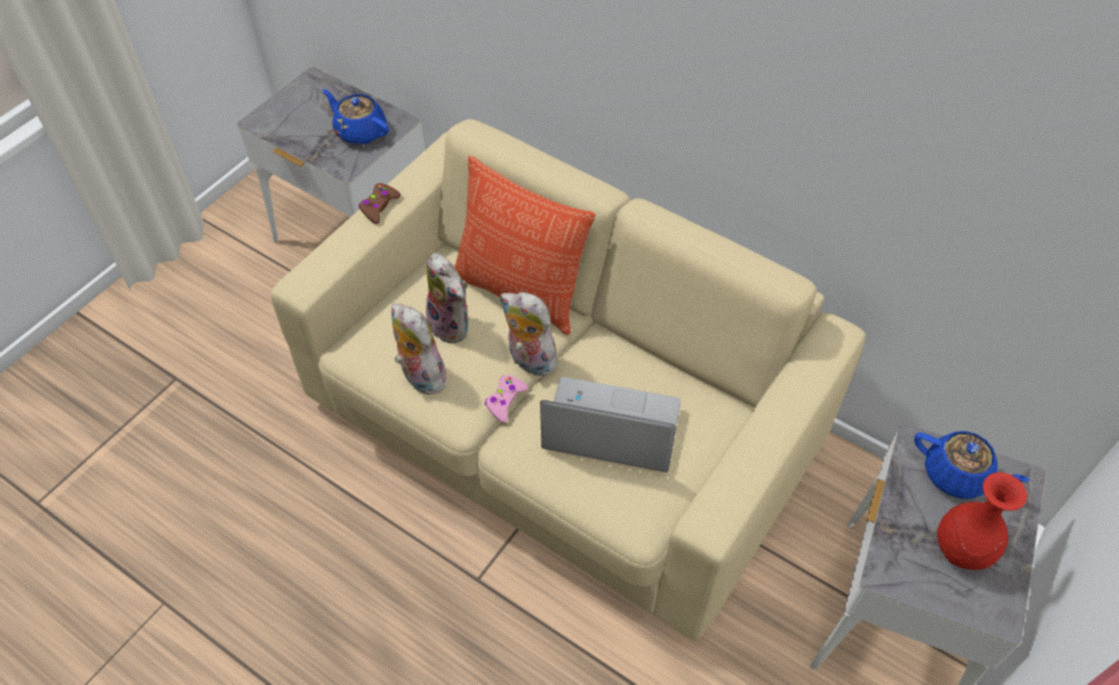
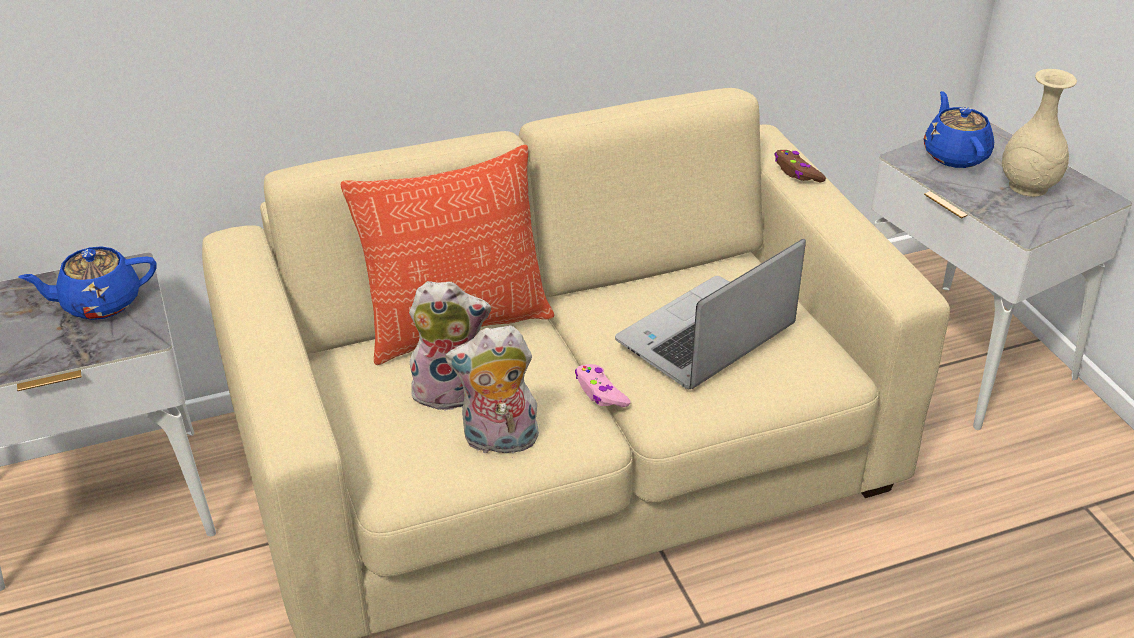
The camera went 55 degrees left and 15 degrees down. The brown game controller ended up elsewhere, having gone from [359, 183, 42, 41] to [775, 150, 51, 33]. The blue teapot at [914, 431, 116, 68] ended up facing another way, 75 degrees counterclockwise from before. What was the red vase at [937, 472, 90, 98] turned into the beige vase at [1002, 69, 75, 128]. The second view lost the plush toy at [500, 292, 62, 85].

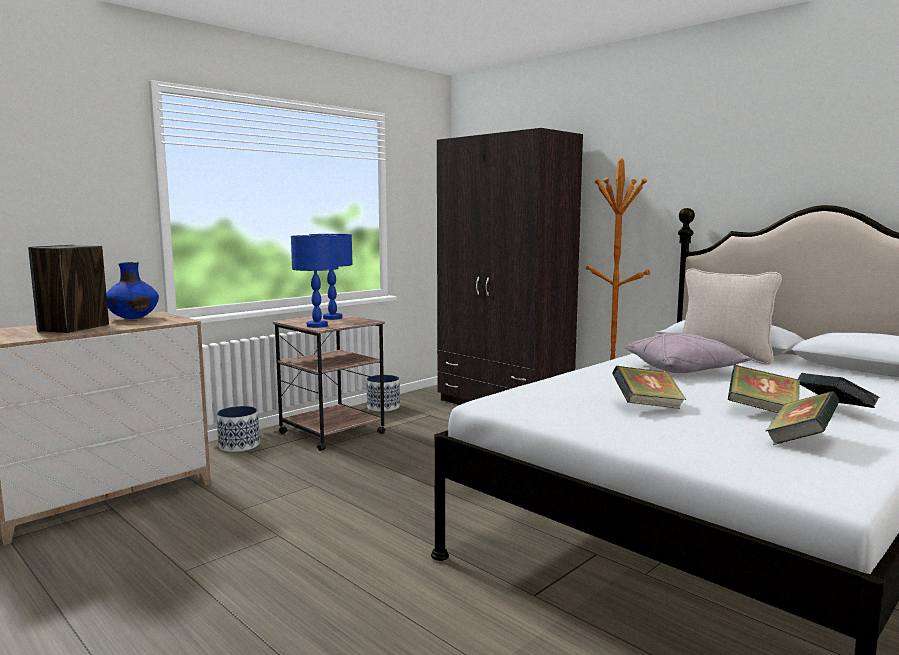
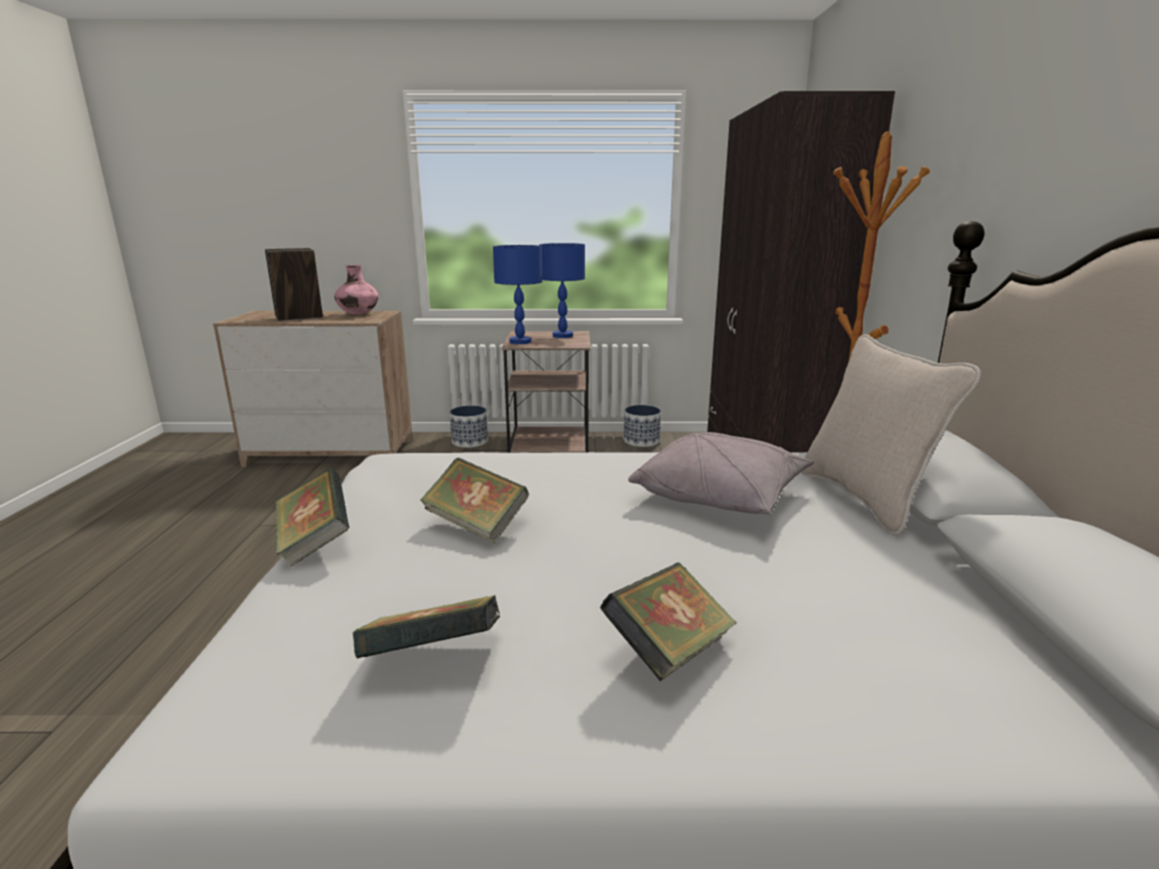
The camera went 45 degrees right and 10 degrees up. The book ended up elsewhere, having gone from [728, 365, 72, 48] to [276, 469, 74, 98]. What was the blue vase at [106, 262, 53, 57] turned into the pink vase at [334, 265, 45, 50].

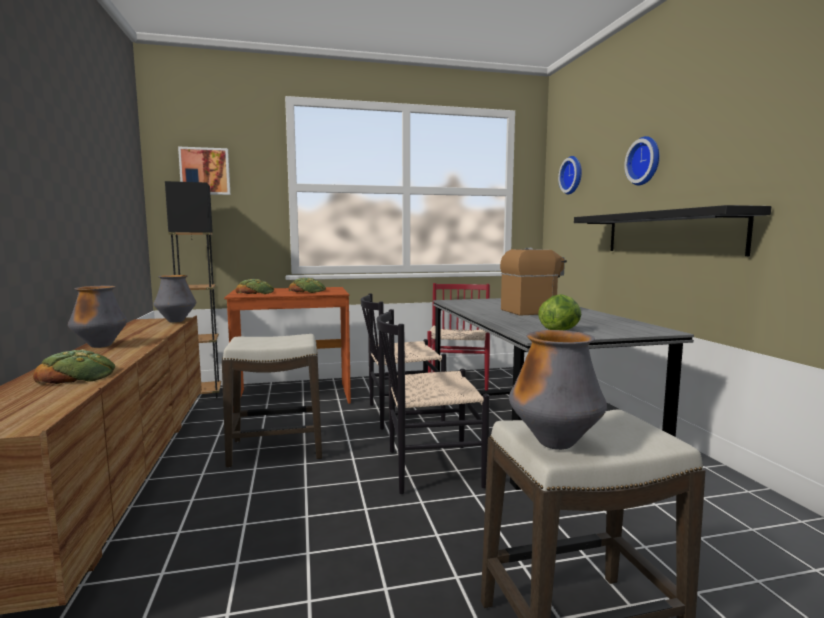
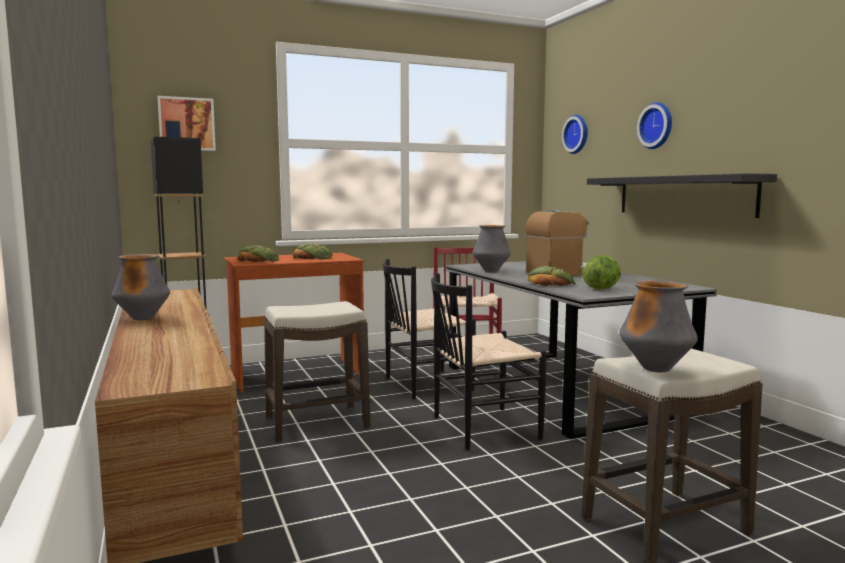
The camera went 10 degrees left and 0 degrees up. The vase ended up elsewhere, having gone from [153, 275, 43, 48] to [473, 225, 38, 47]. The bread ended up elsewhere, having gone from [33, 349, 82, 35] to [528, 266, 48, 20].

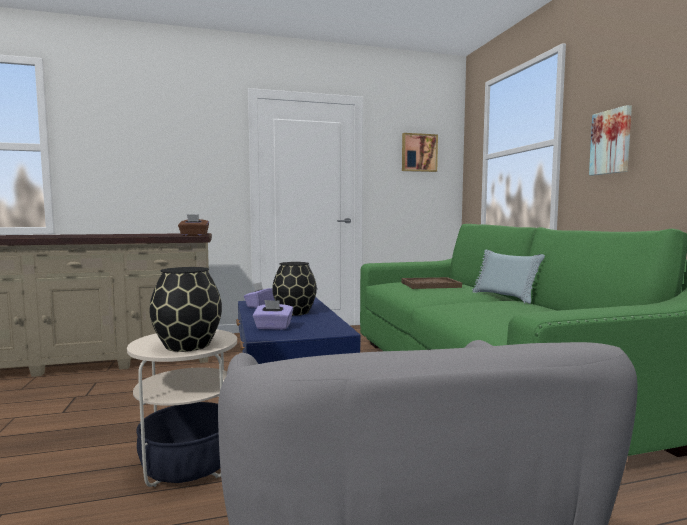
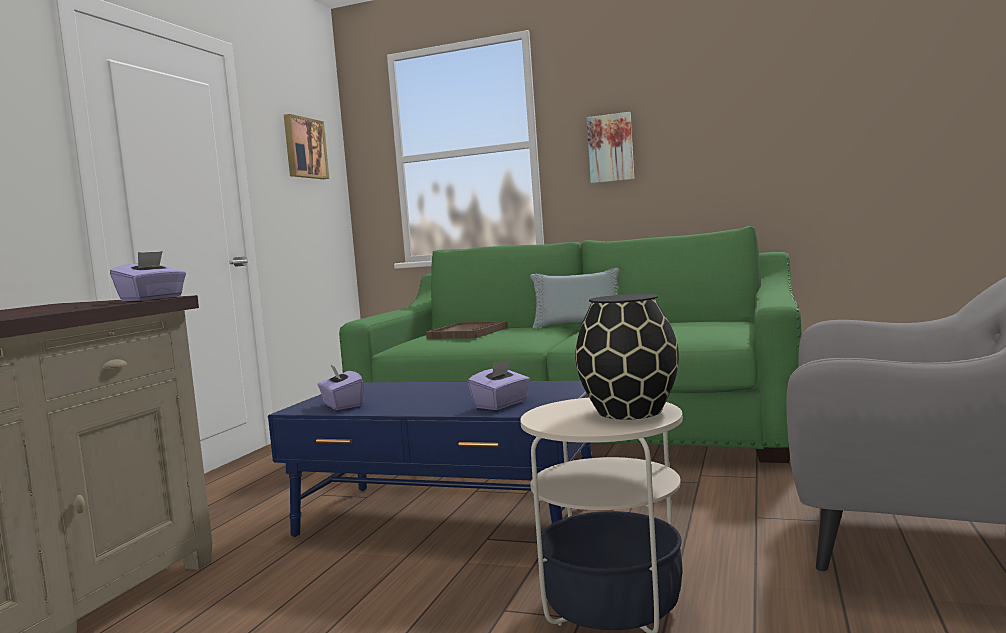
The camera went 55 degrees left and 0 degrees up. What was the brown tissue box at [178, 214, 31, 22] turned into the purple tissue box at [110, 251, 76, 50]. The second view lost the black vase at [272, 262, 45, 54].

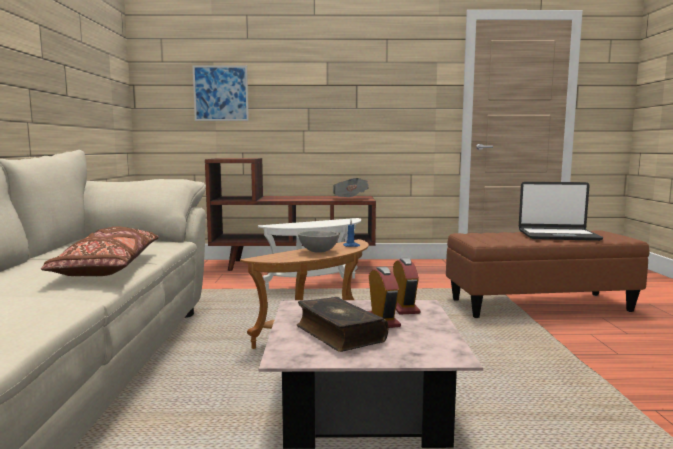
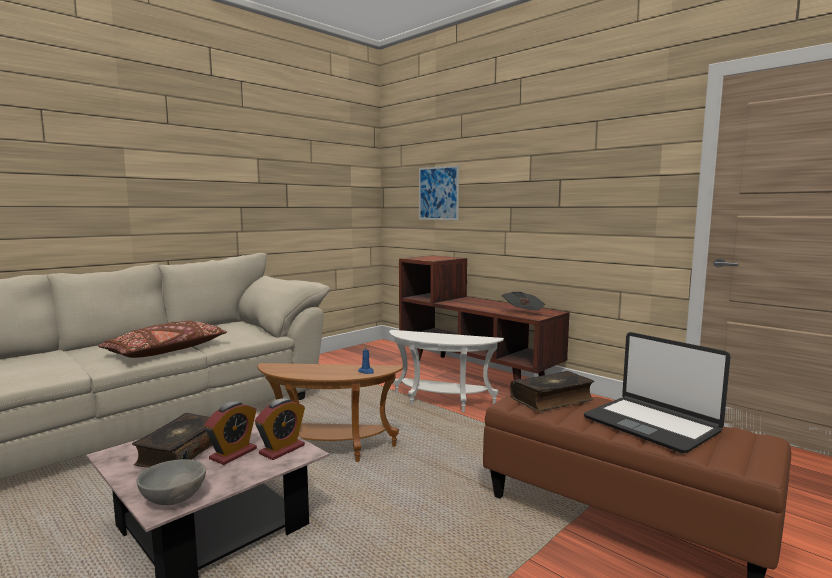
The camera went 45 degrees right and 0 degrees up. The grey bowl ended up elsewhere, having gone from [298, 231, 41, 22] to [136, 459, 70, 46]. The second view gained the book at [510, 371, 84, 41].

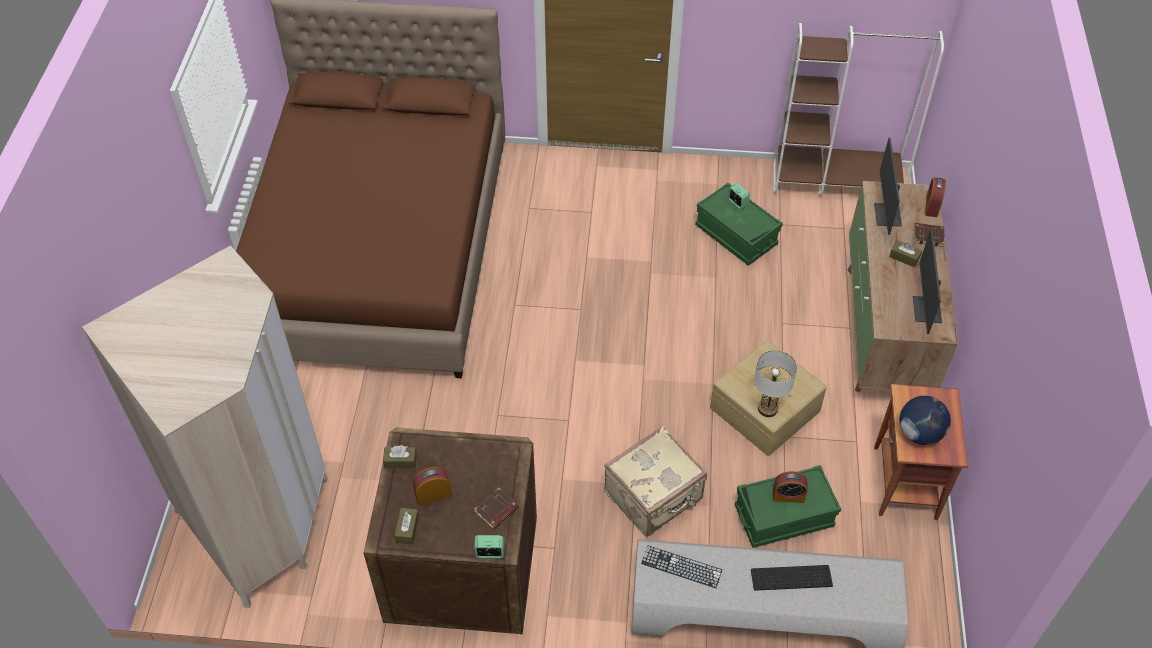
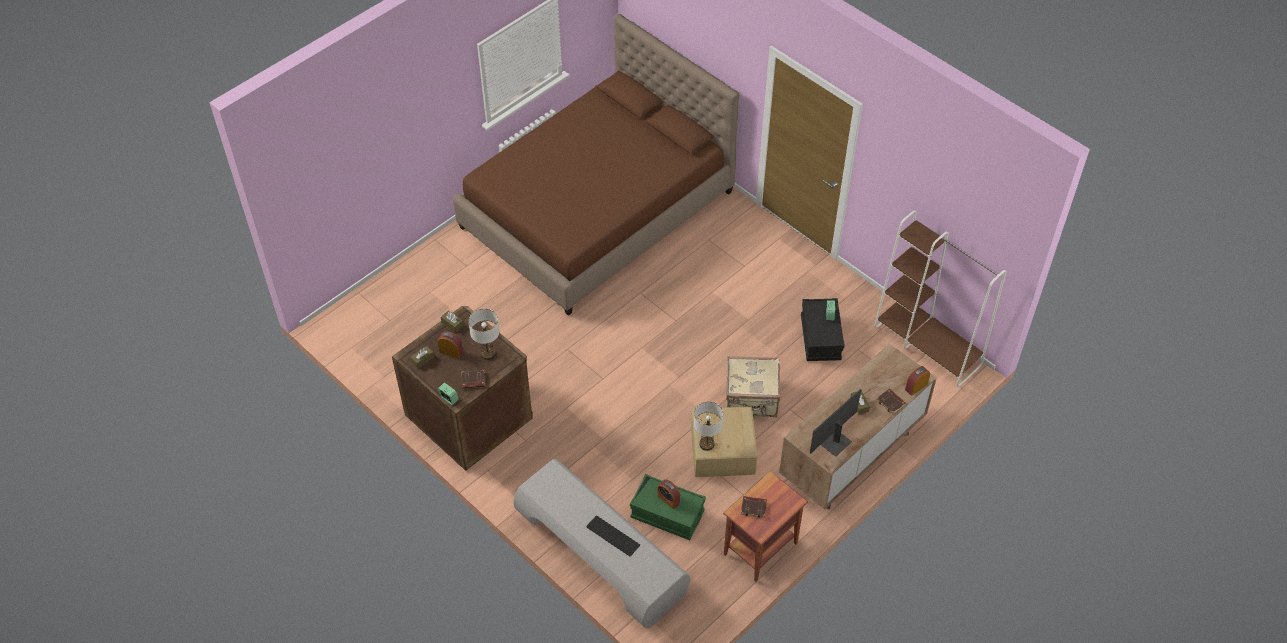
The camera went 40 degrees right and 0 degrees up. The second view gained the table lamp at [468, 309, 32, 51]. The beige suitcase ended up elsewhere, having gone from [604, 426, 103, 111] to [726, 356, 54, 61]. Where the globe stood at [900, 396, 51, 49], the brown book came to stand at [741, 496, 26, 22]. What was the green storage box at [695, 183, 88, 83] turned into the black storage box at [801, 298, 44, 63]. The second view lost the beige wardrobe at [82, 245, 246, 363]. The second view lost the keyboard at [641, 546, 81, 42]. The second view lost the monitor at [874, 137, 28, 98].

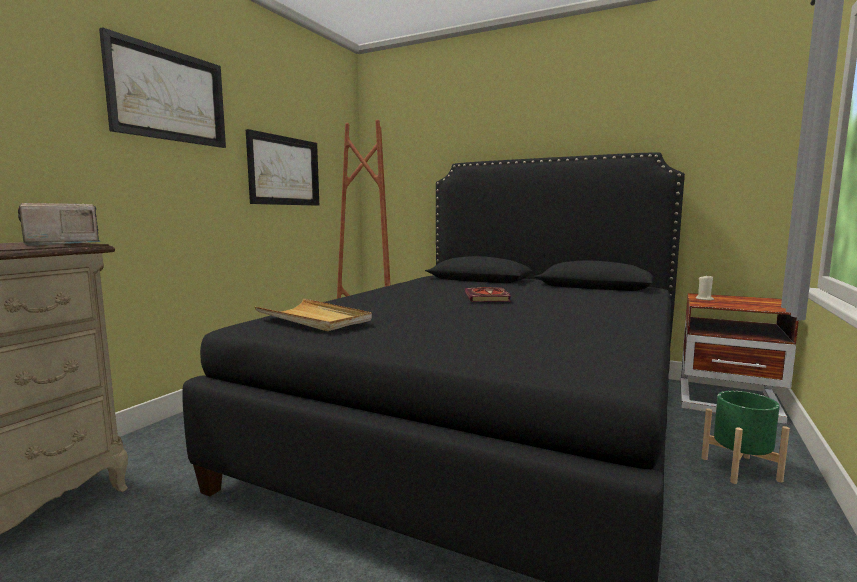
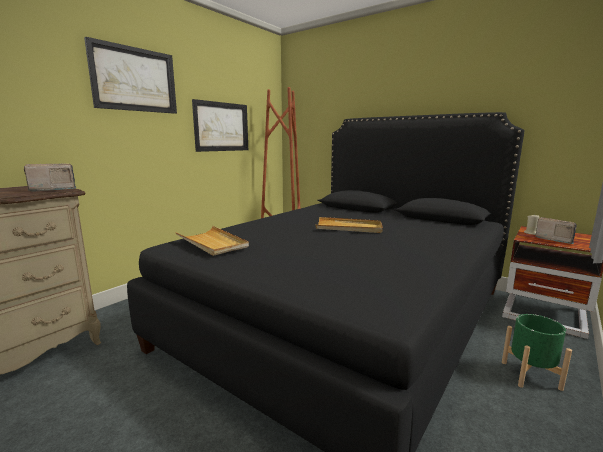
The camera went 10 degrees right and 5 degrees up. Where the book stood at [465, 287, 46, 15], the beige tray came to stand at [316, 217, 67, 16]. The second view gained the radio at [535, 217, 42, 27].

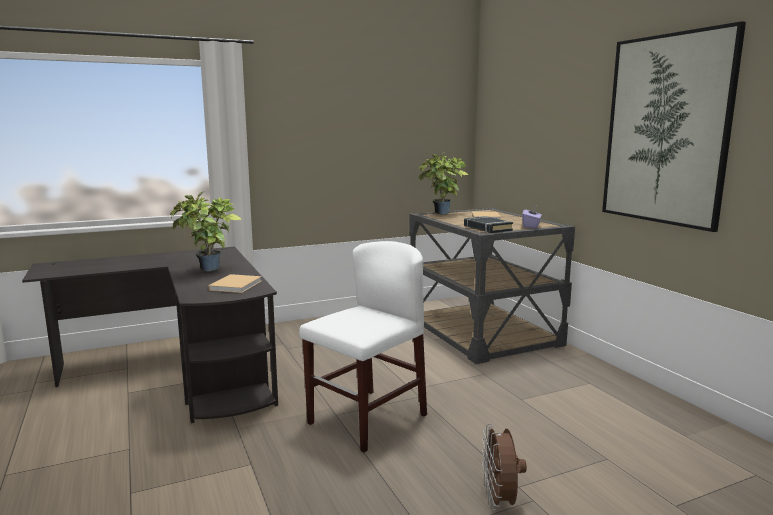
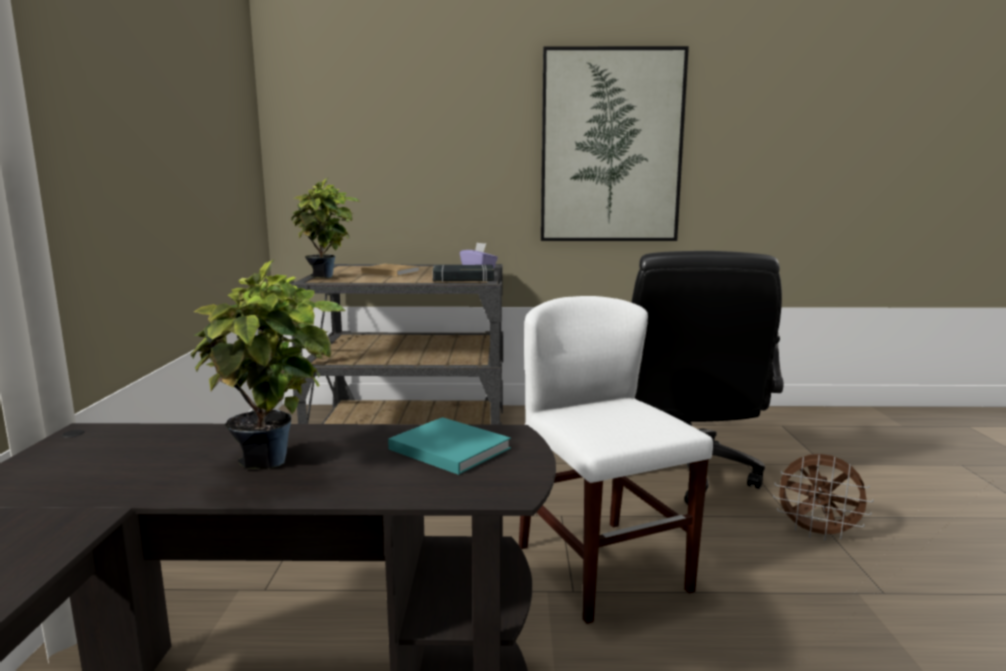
The camera went 65 degrees left and 0 degrees up. What was the beige book at [208, 274, 54, 19] turned into the turquoise book at [388, 417, 123, 58]. The second view gained the black office chair at [631, 251, 152, 254].

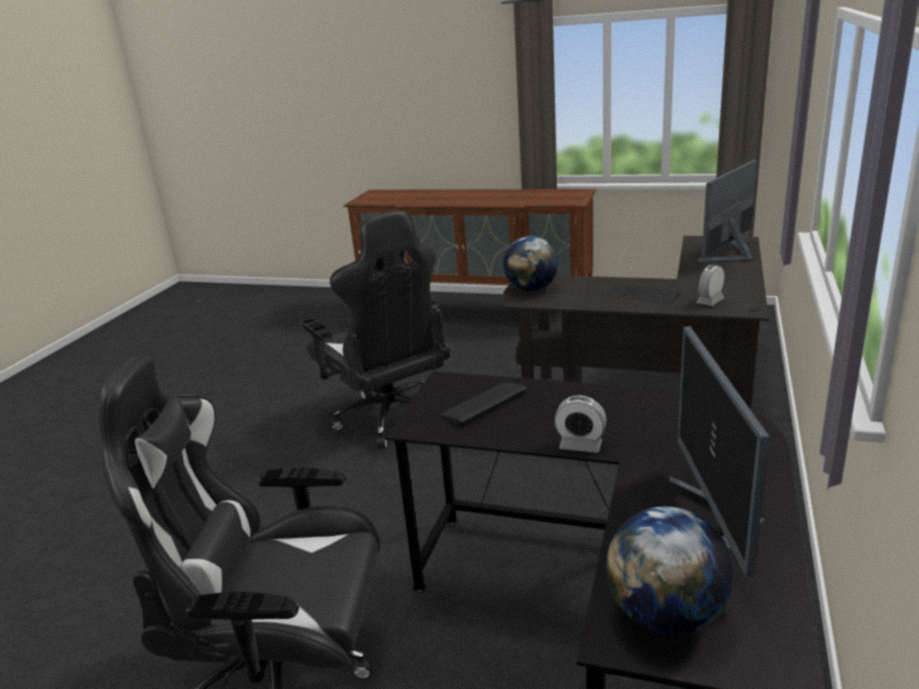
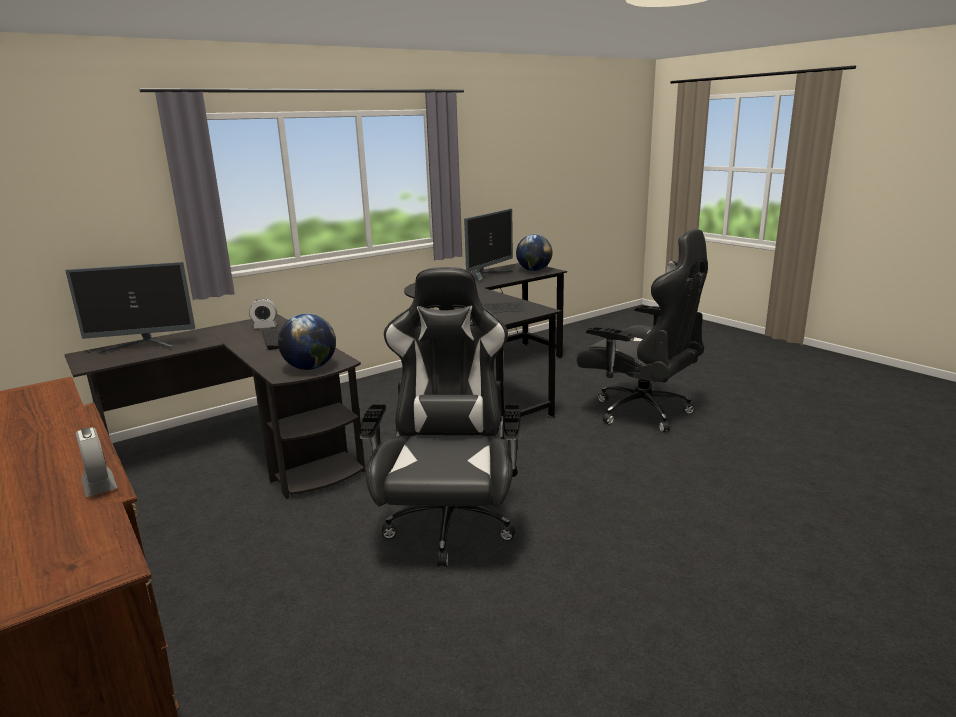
The camera went 145 degrees left and 5 degrees down. The alarm clock ended up elsewhere, having gone from [554, 396, 53, 57] to [76, 427, 41, 70].

